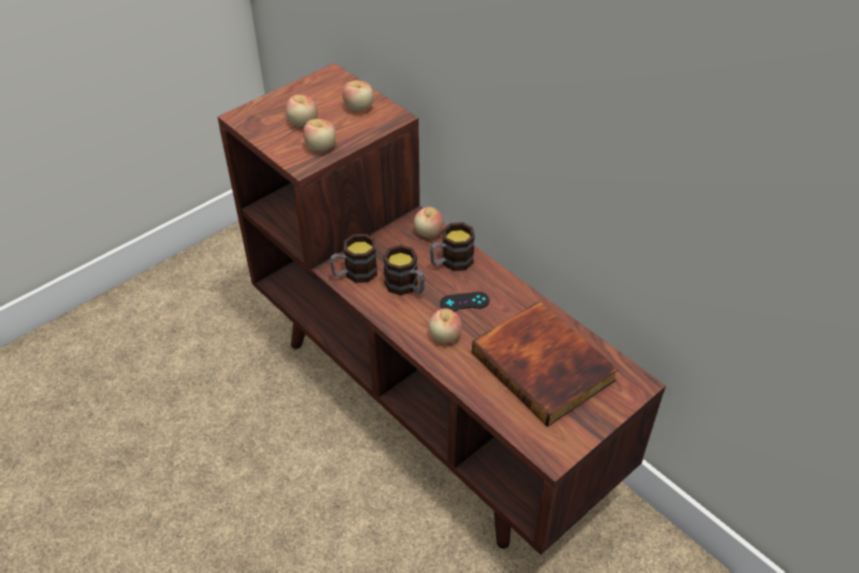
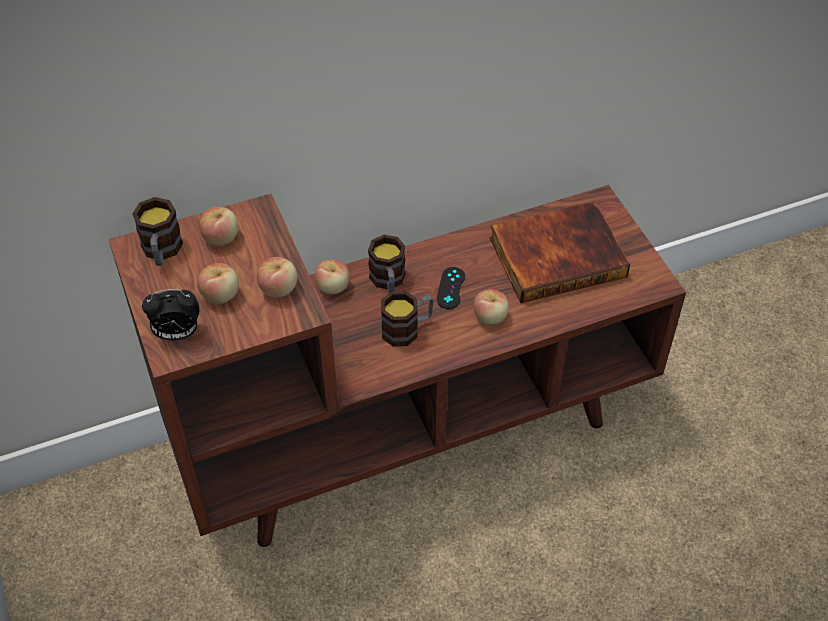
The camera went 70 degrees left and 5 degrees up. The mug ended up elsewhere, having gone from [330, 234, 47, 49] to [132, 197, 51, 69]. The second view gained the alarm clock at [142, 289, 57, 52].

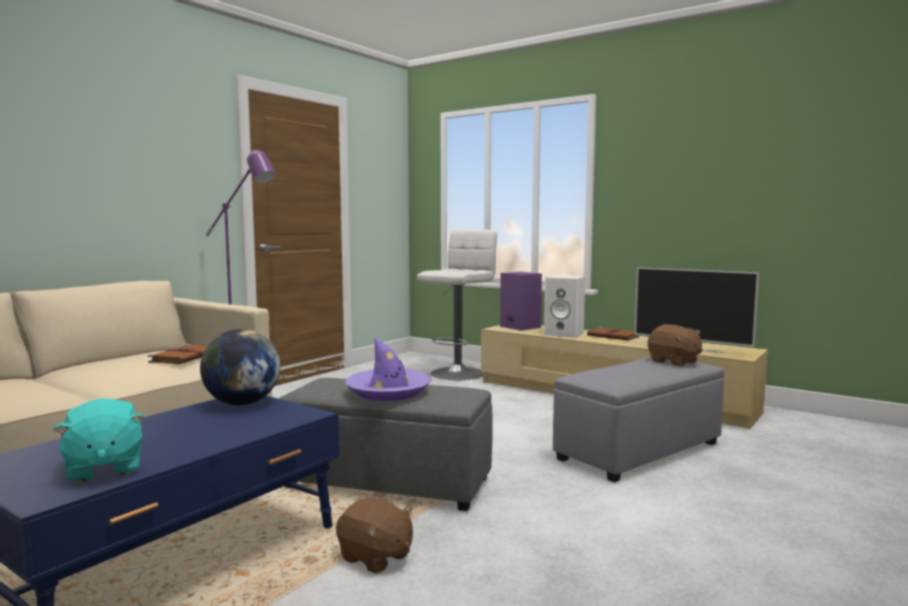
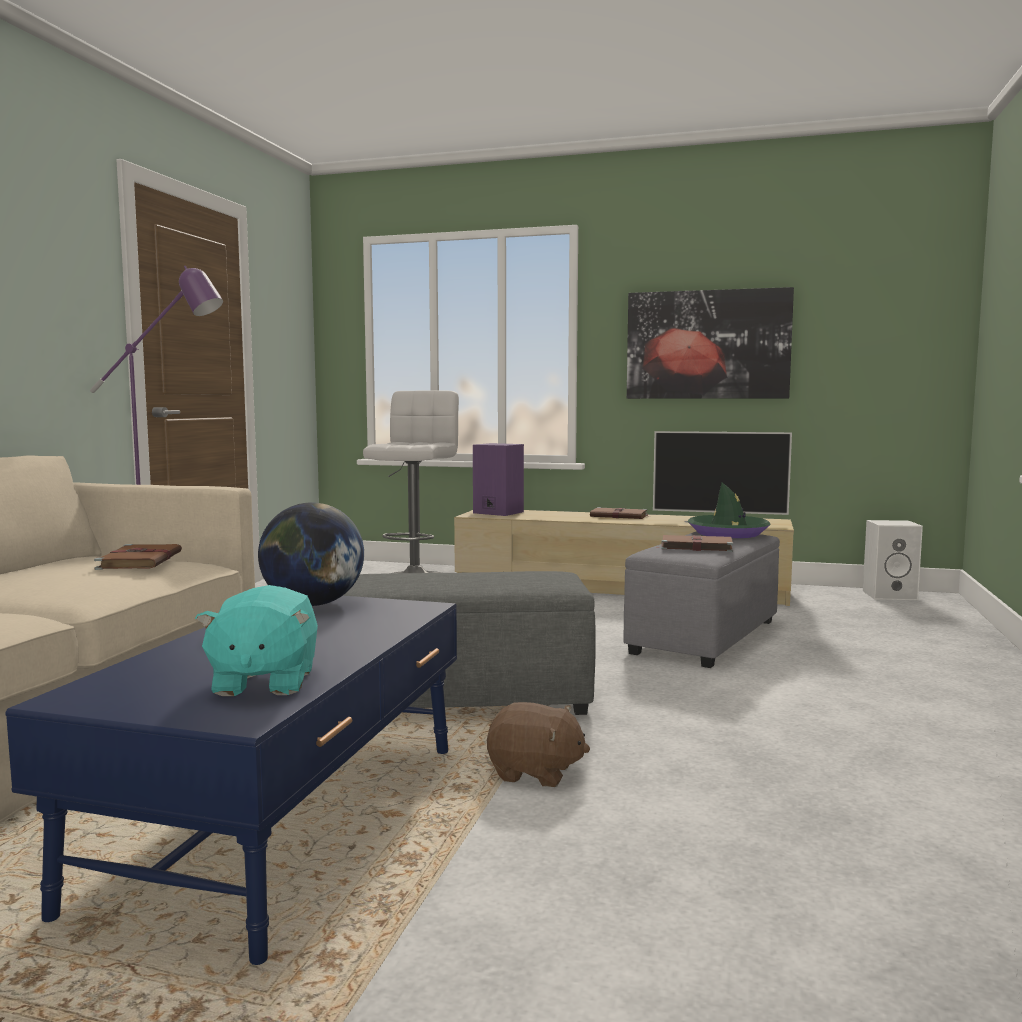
The camera went 20 degrees left and 0 degrees up. The turquoise plush toy at [52, 399, 94, 84] ended up facing another way, 45 degrees clockwise from before. The second view gained the picture at [627, 287, 167, 112]. The second view gained the brown book at [656, 535, 77, 17]. Where the brown plush toy stood at [648, 324, 55, 42], the green hat came to stand at [688, 482, 83, 56]. The white speaker ended up elsewhere, having gone from [544, 275, 41, 63] to [863, 520, 60, 80]. The second view lost the purple hat at [345, 338, 87, 63].

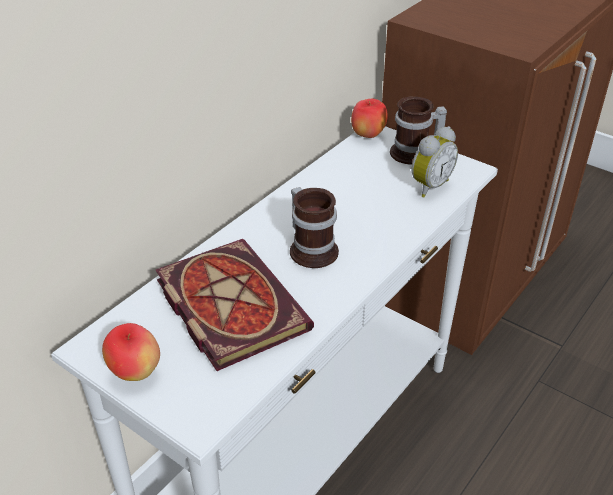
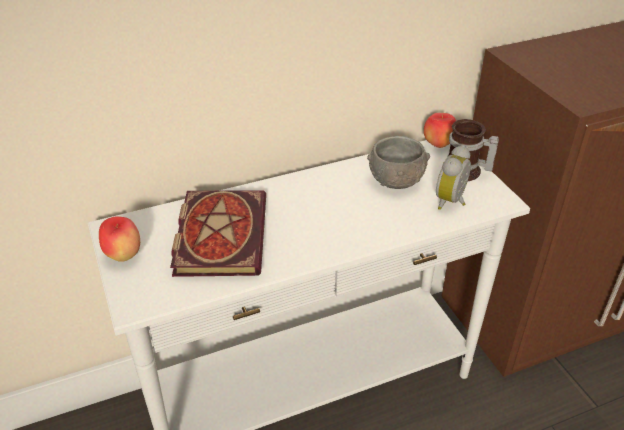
The camera went 30 degrees right and 0 degrees up. The second view gained the grey bowl at [367, 136, 63, 53]. The alarm clock at [412, 126, 46, 72] ended up facing another way, 135 degrees clockwise from before. The second view lost the mug at [290, 187, 49, 81].

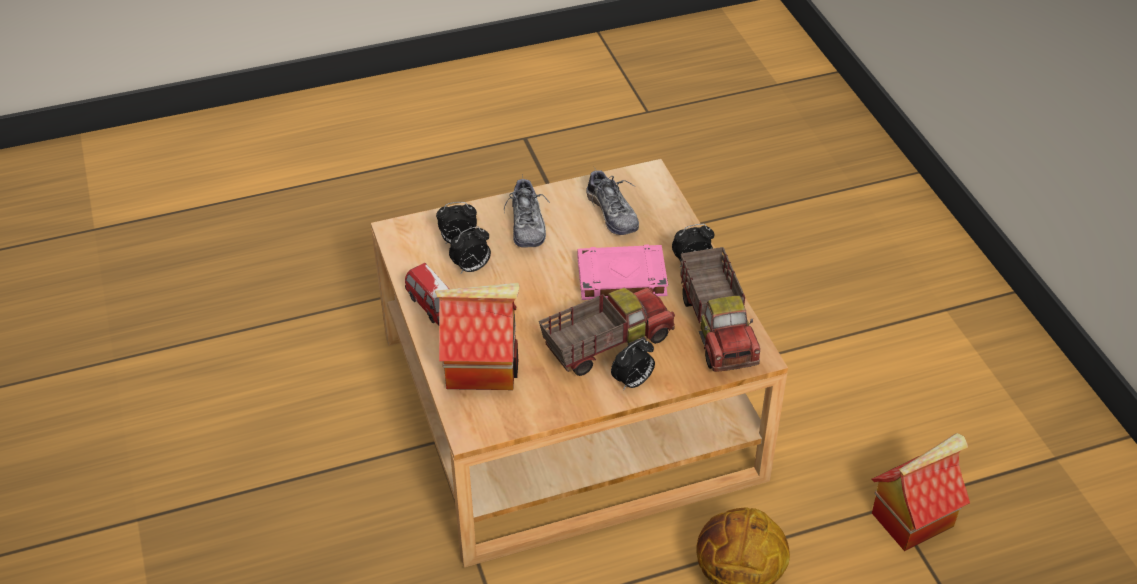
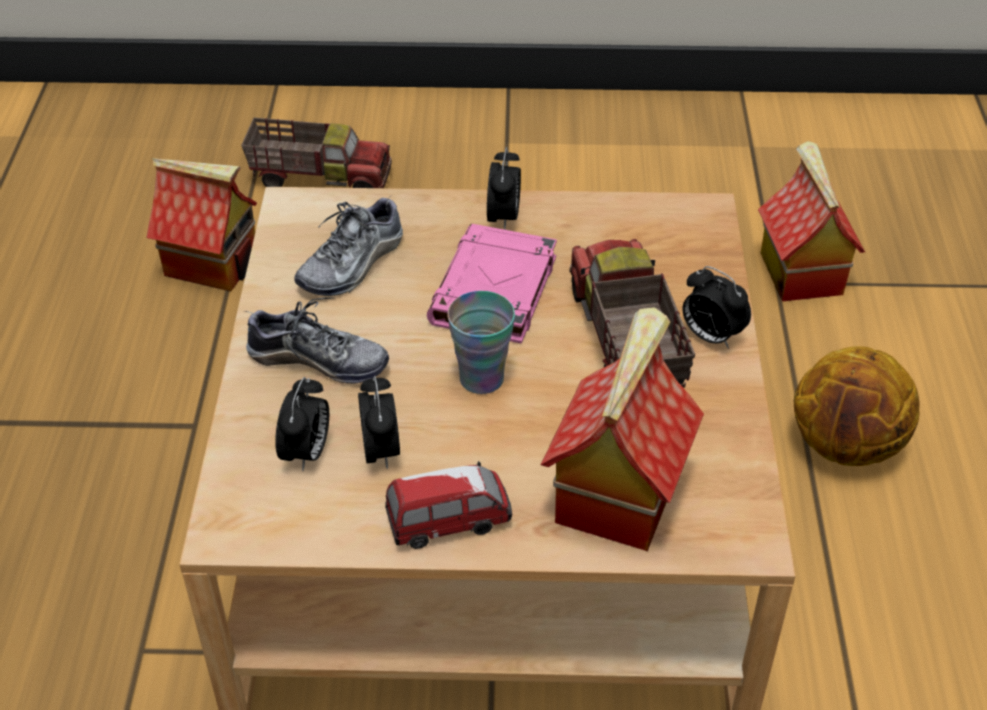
The camera went 70 degrees left and 0 degrees up. The second view gained the toy house at [146, 158, 111, 133]. The toy truck ended up elsewhere, having gone from [681, 247, 79, 125] to [241, 118, 151, 70]. The shoe at [586, 166, 53, 69] ended up facing another way, 135 degrees clockwise from before. The second view gained the cup at [448, 291, 67, 103]. The alarm clock at [611, 339, 44, 52] ended up facing another way, 150 degrees clockwise from before.

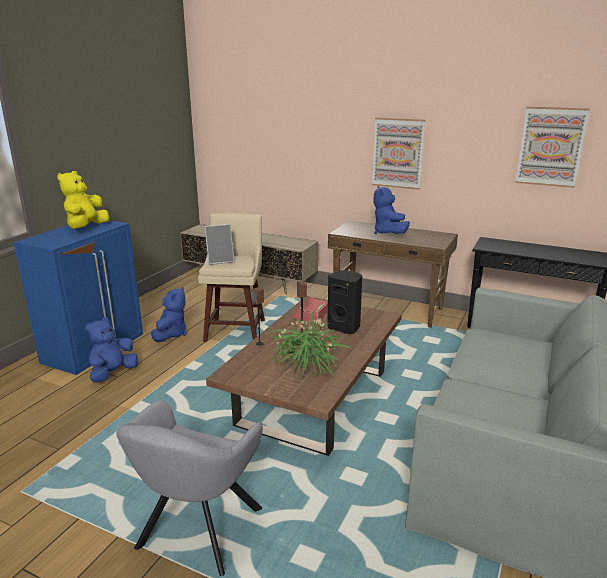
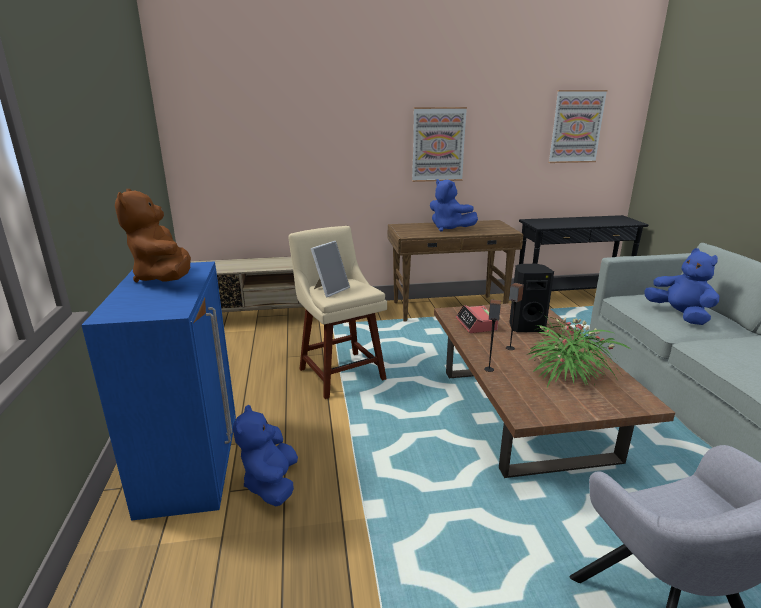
The camera went 35 degrees left and 0 degrees up. What was the yellow plush toy at [57, 171, 52, 58] turned into the brown plush toy at [115, 189, 76, 93]. The blue plush toy ended up elsewhere, having gone from [151, 287, 36, 55] to [644, 248, 75, 77].

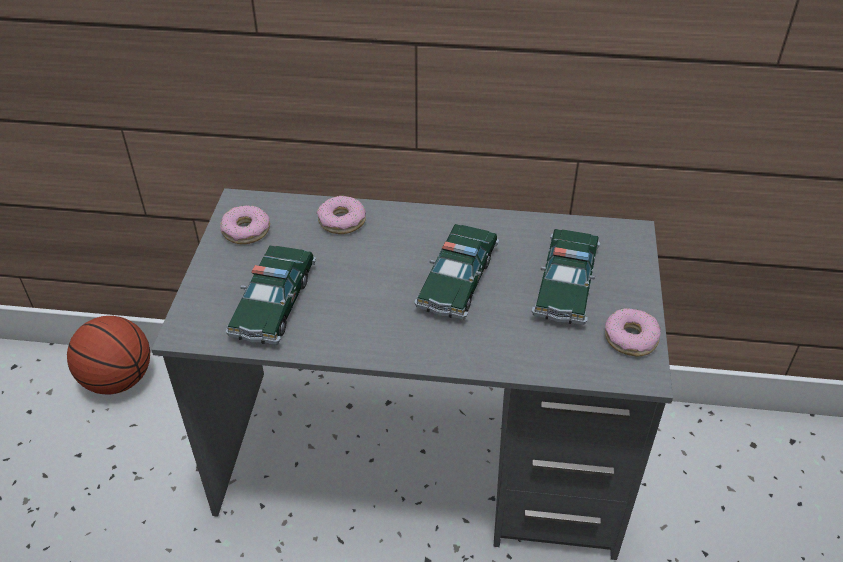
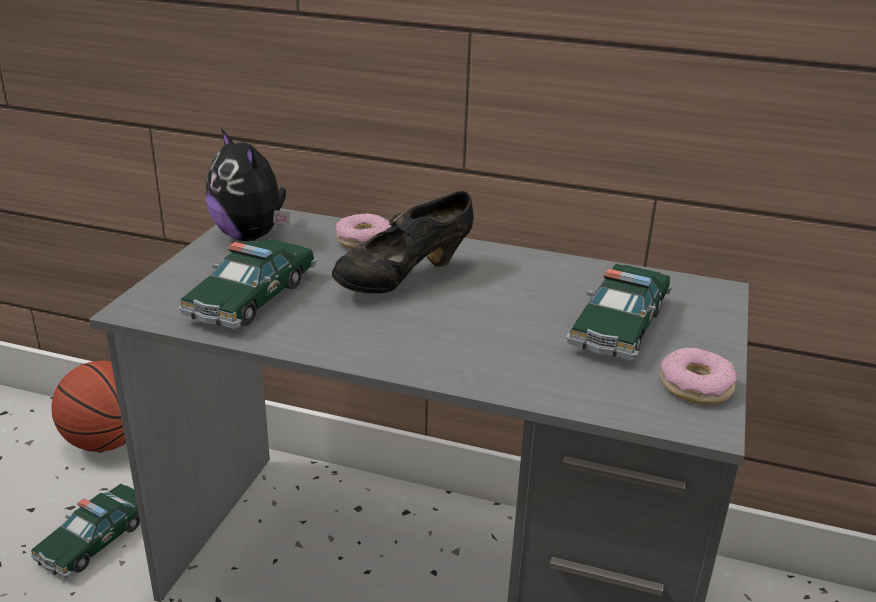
The camera went 10 degrees right and 15 degrees down. The toy car ended up elsewhere, having gone from [414, 224, 85, 96] to [31, 484, 109, 95]. Where the donut stood at [220, 205, 50, 39], the plush toy came to stand at [206, 128, 84, 113]. The second view gained the black shoe at [332, 191, 142, 102].

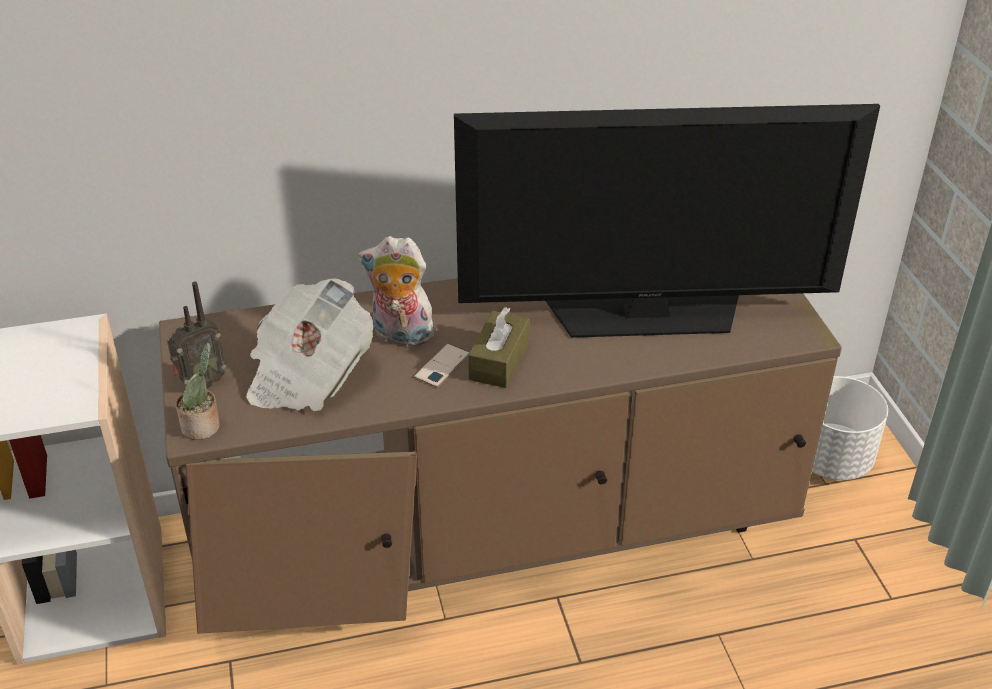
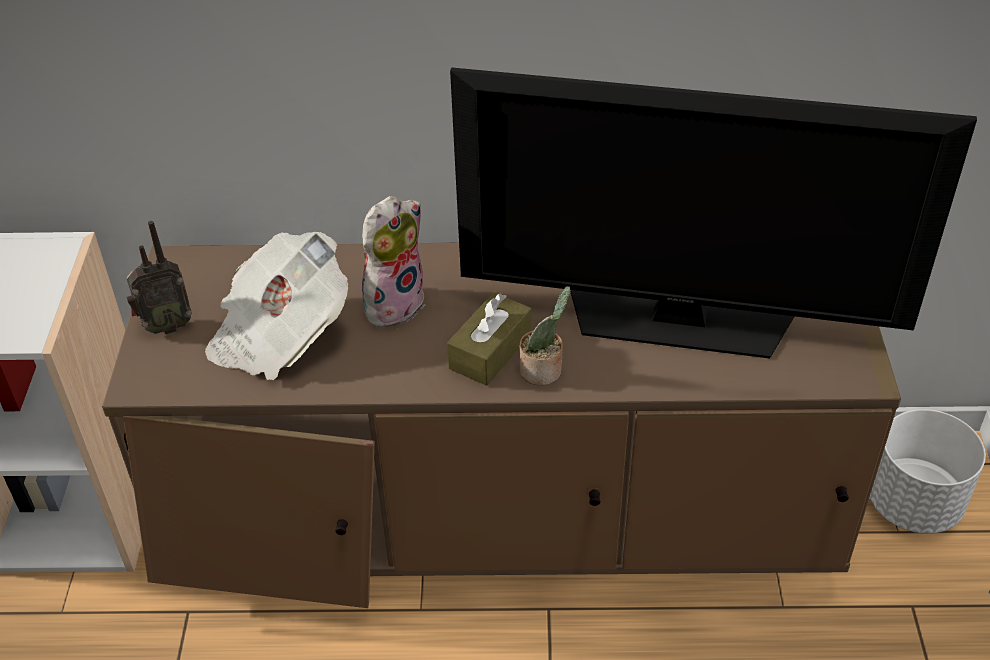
The camera went 15 degrees right and 5 degrees up. The plush toy at [358, 236, 79, 110] ended up facing another way, 105 degrees clockwise from before. The potted plant ended up elsewhere, having gone from [176, 343, 44, 97] to [519, 286, 52, 99]. The second view lost the phone at [414, 344, 55, 43].

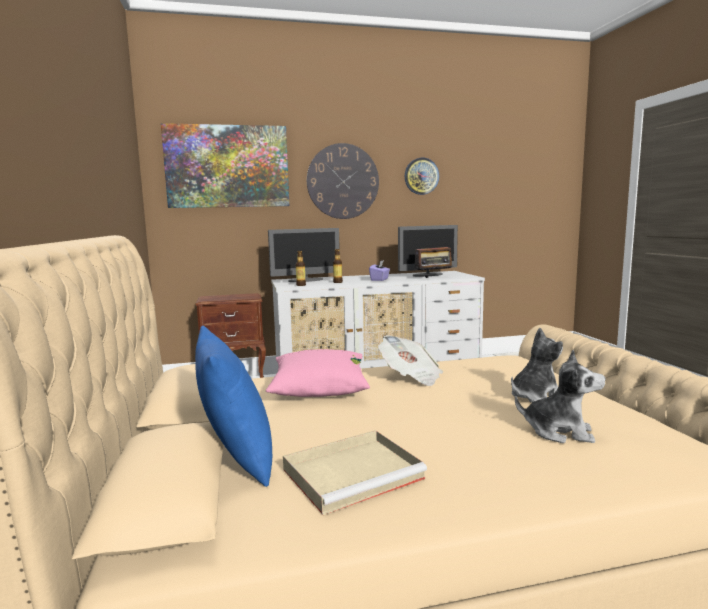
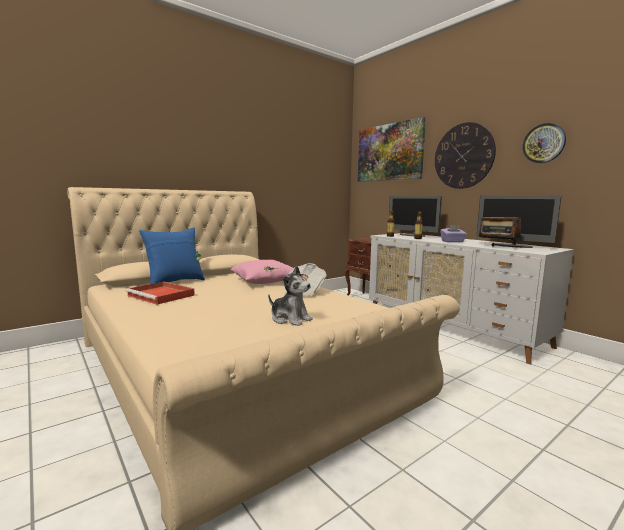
The camera went 65 degrees right and 0 degrees up. What was the beige tray at [283, 430, 144, 85] turned into the red tray at [125, 282, 70, 23]. The second view lost the plush toy at [515, 350, 91, 93].

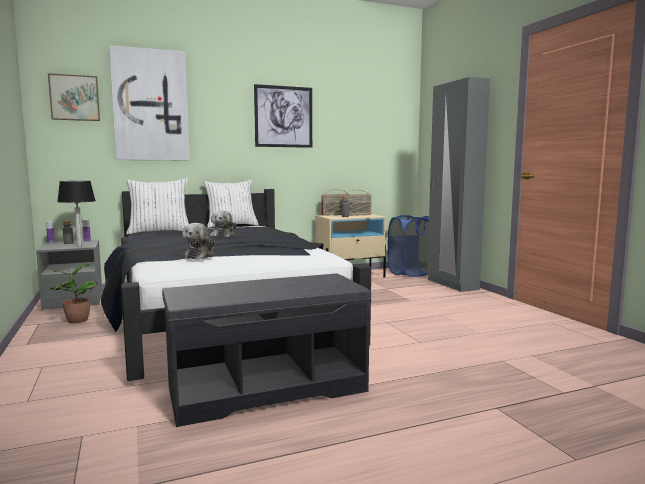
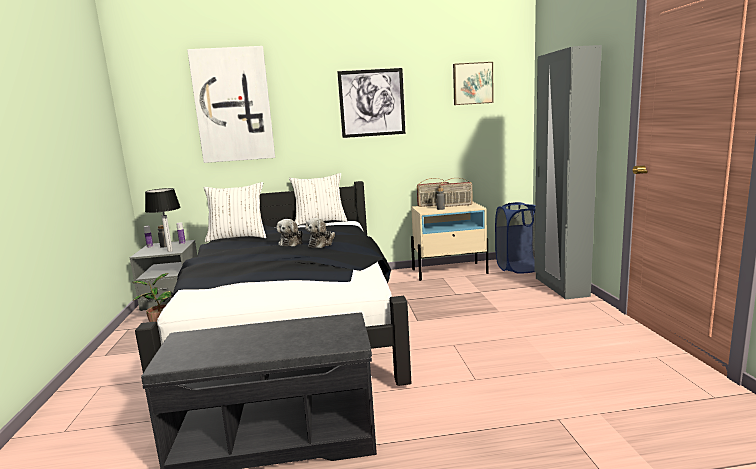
The camera went 15 degrees right and 5 degrees up. The plush toy ended up elsewhere, having gone from [182, 223, 33, 36] to [305, 218, 30, 30]. The picture ended up elsewhere, having gone from [48, 73, 52, 48] to [453, 62, 40, 43].

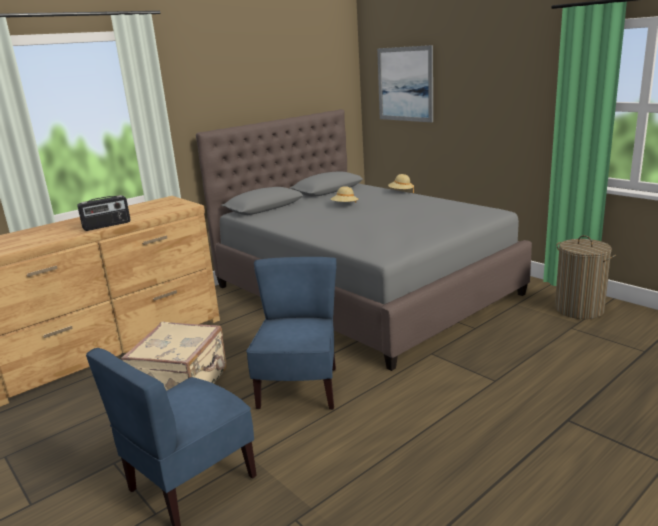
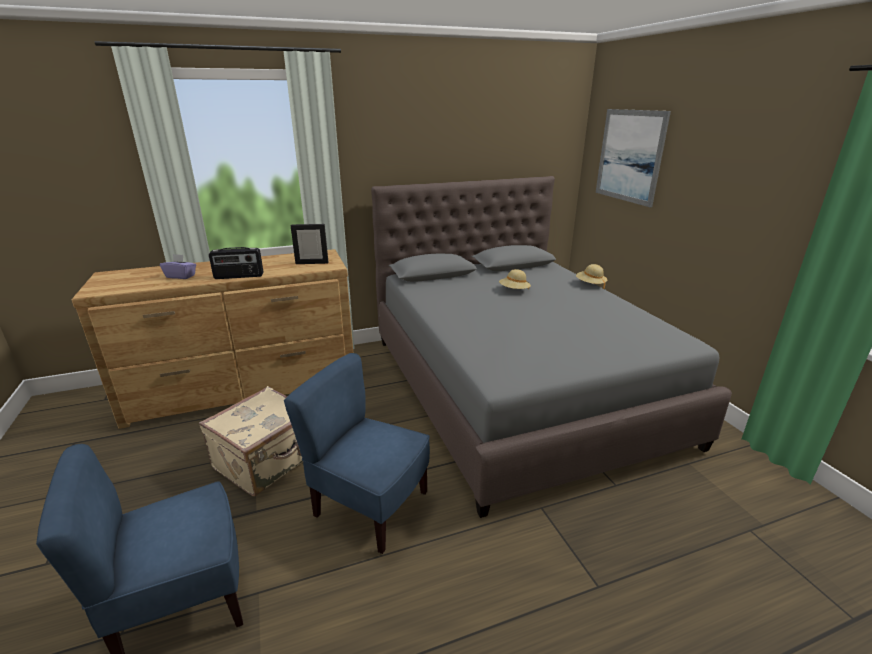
The camera went 20 degrees right and 5 degrees up. The second view gained the purple tissue box at [160, 254, 36, 25]. The blue chair at [246, 257, 90, 153] ended up facing another way, 90 degrees counterclockwise from before. The second view gained the picture frame at [290, 224, 38, 40]. The second view lost the laundry basket at [555, 235, 61, 84].

